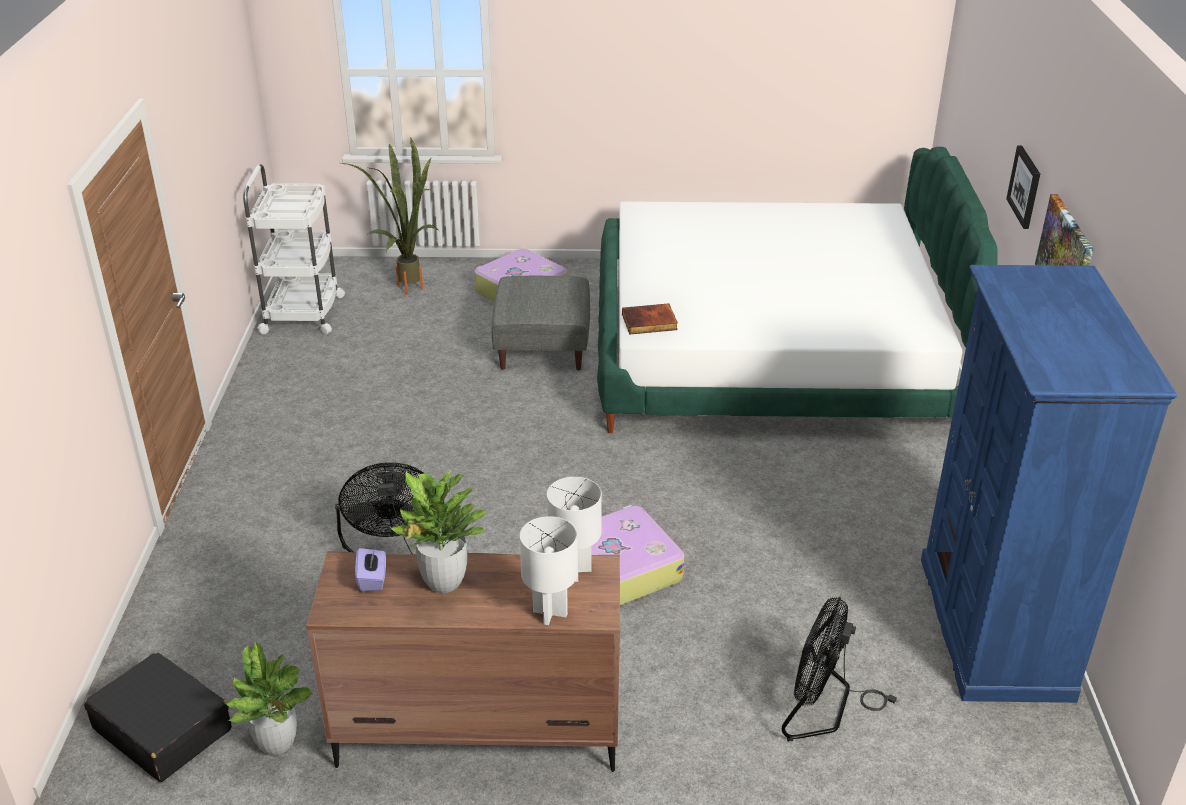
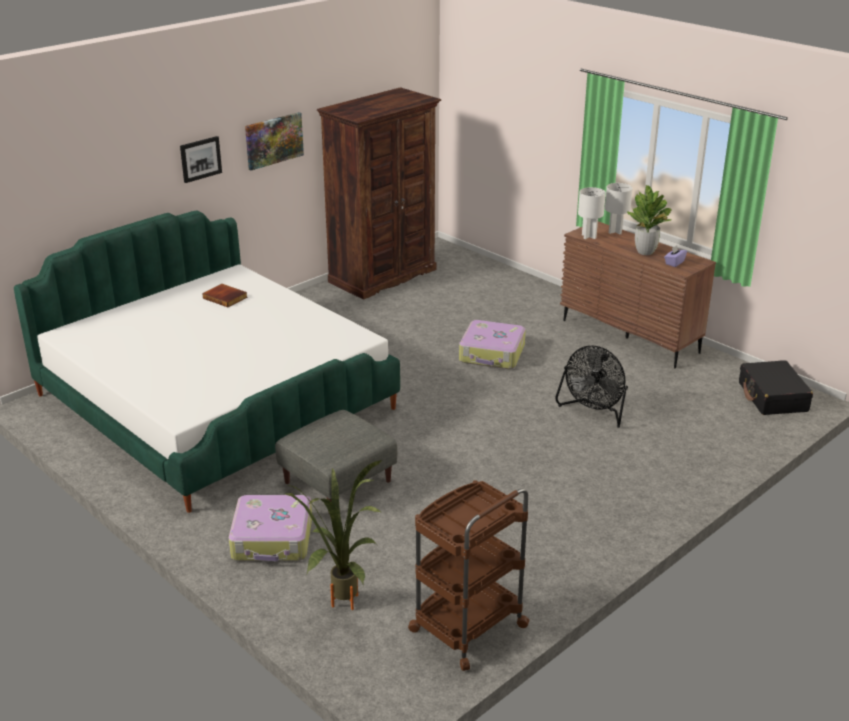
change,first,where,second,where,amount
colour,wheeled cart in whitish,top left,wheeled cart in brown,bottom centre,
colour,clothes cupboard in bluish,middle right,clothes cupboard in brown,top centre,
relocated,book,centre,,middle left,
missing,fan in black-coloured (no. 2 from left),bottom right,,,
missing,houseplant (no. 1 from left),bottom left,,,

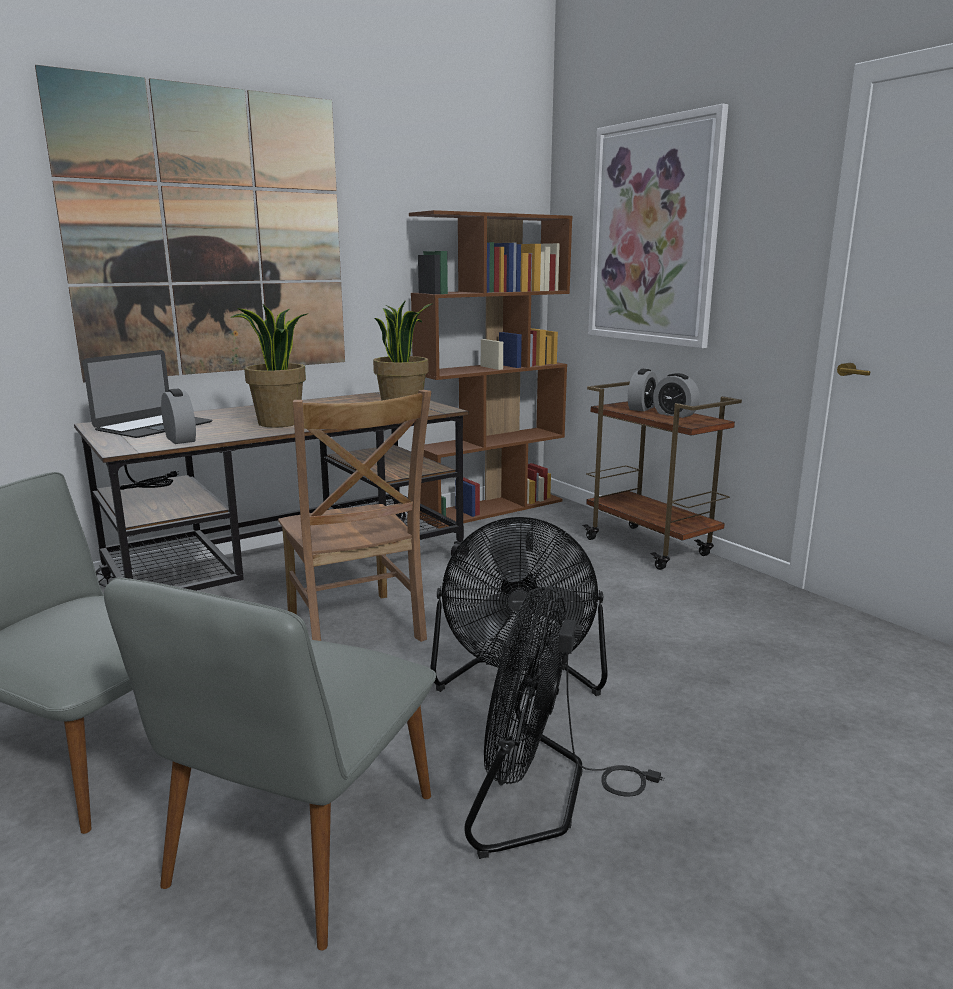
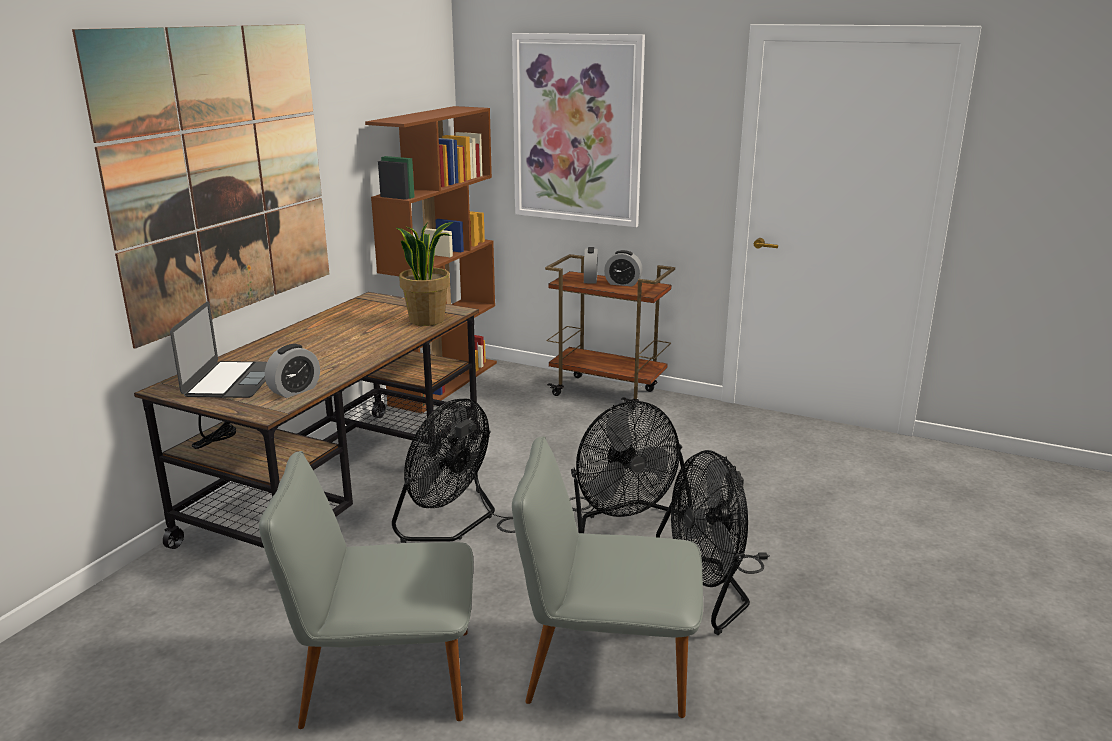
change,first,where,second,where,amount
missing,houseplant (no. 1 from left),middle left,,,
spun,bedside clock (no. 1 from left),middle left,,middle left,105 degrees clockwise
exchanged,upright chair in brown,centre,fan in black-coloured (no. 1 from left),centre,
spun,upright chair in greyish (no. 2 from left),bottom left,,bottom centre,105 degrees clockwise

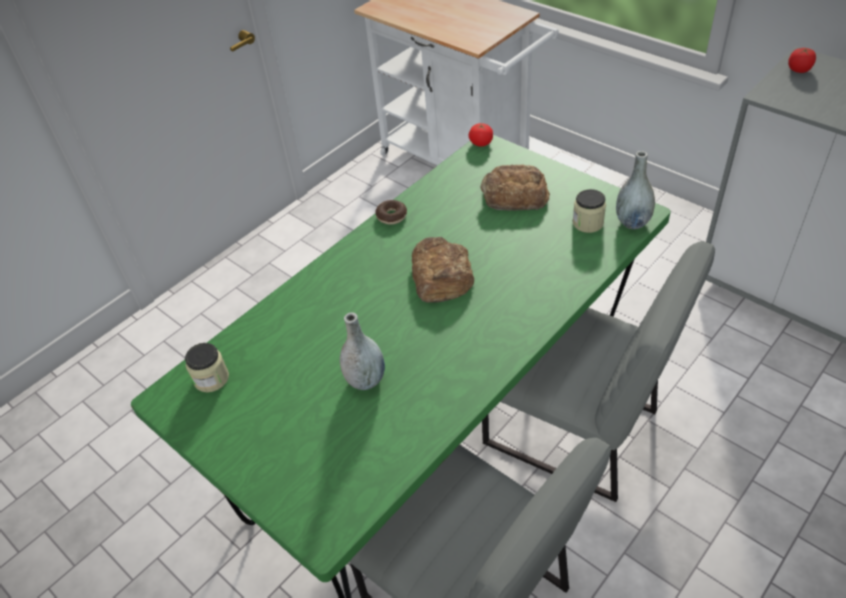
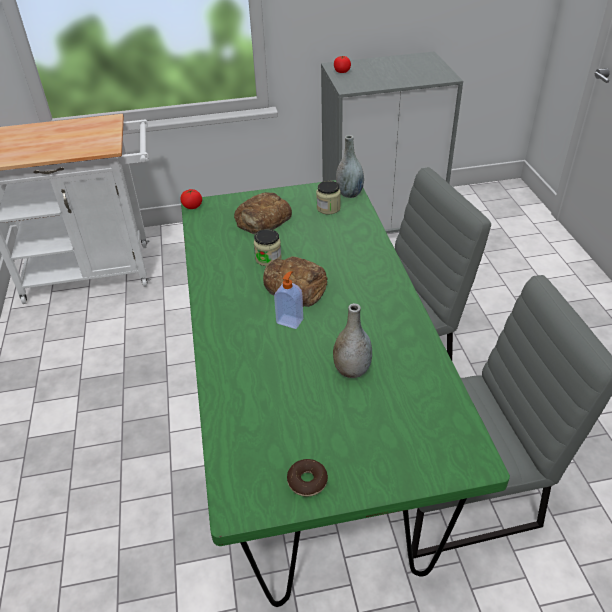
change,first,where,second,where,amount
relocated,doughnut,centre,,bottom centre,
relocated,preserve jar (no. 1 from left),middle left,,centre,
appeared,,,soap bottle,centre,

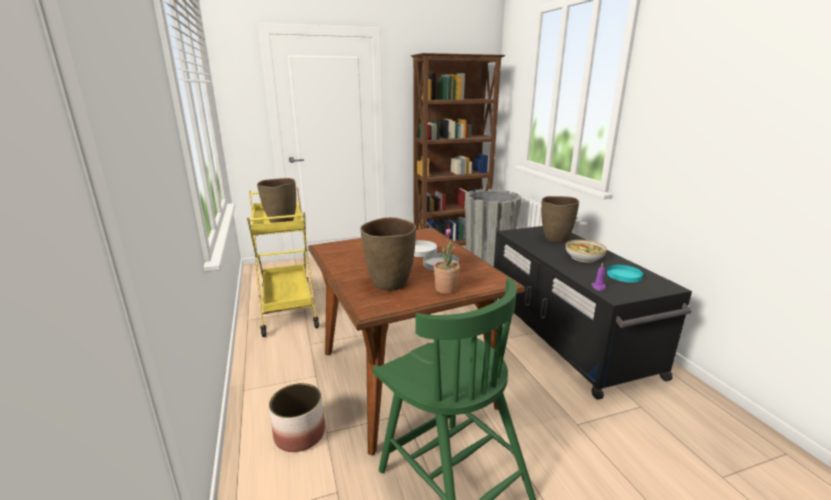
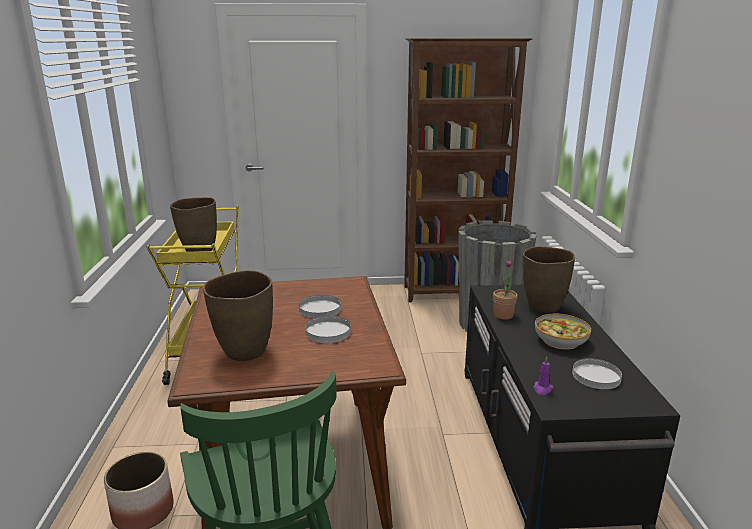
change,first,where,second,where,amount
relocated,houseplant,centre,,middle right,
colour,plate in turquoise,middle right,plate in whitish (no. 3 from left),bottom right,

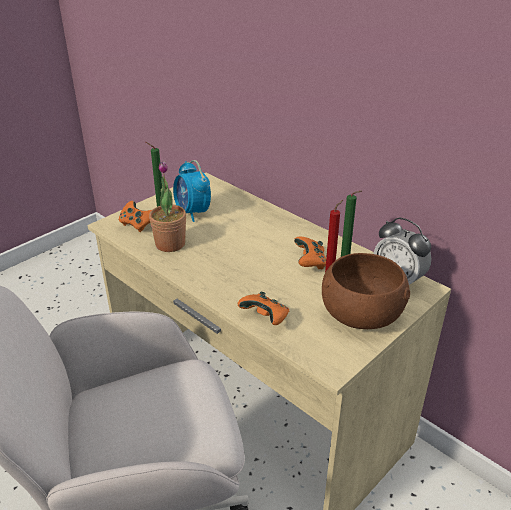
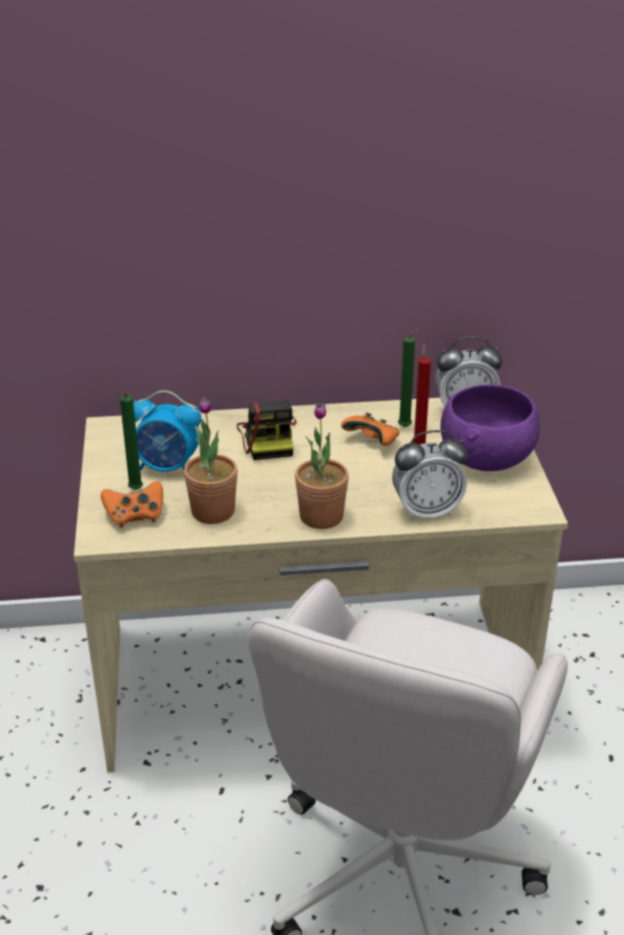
change,first,where,second,where,amount
colour,serving bowl in brown,middle right,serving bowl in purple,middle right,
exchanged,game controller in orange (no. 2 from left),centre,bedside clock (no. 2 from left),middle right,
appeared,,,photo camera,centre,
appeared,,,houseplant (no. 2 from left),centre,

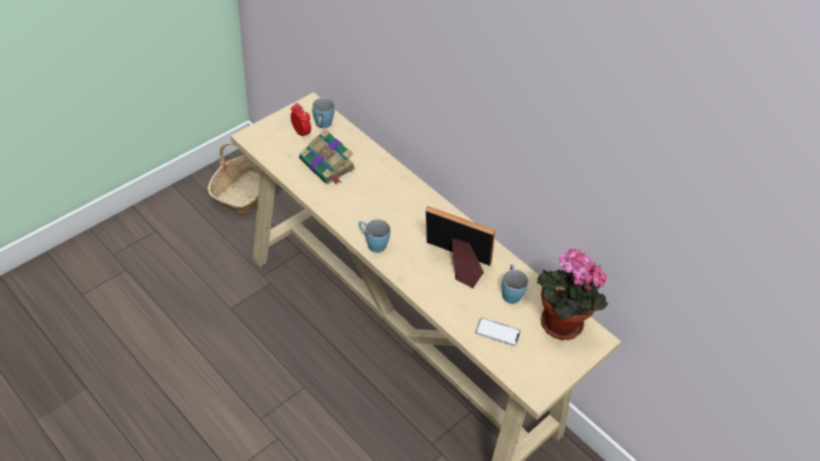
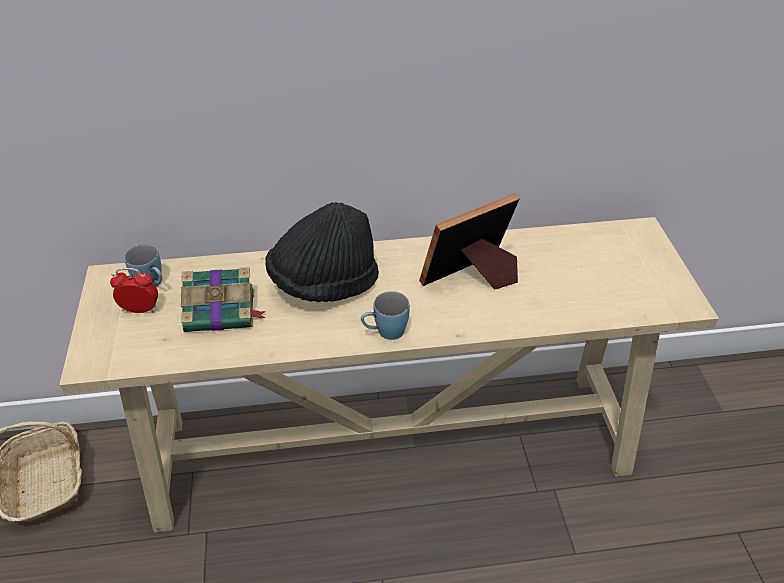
change,first,where,second,where,amount
missing,houseplant,middle right,,,
missing,mug in bluish (no. 3 from left),centre,,,
missing,phone,bottom centre,,,
appeared,,,hat in black-coloured,centre,

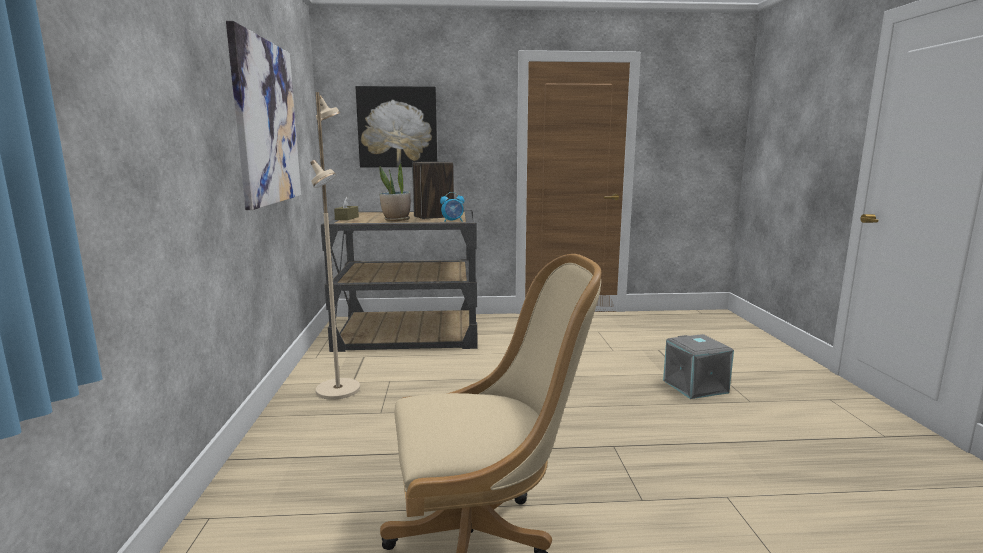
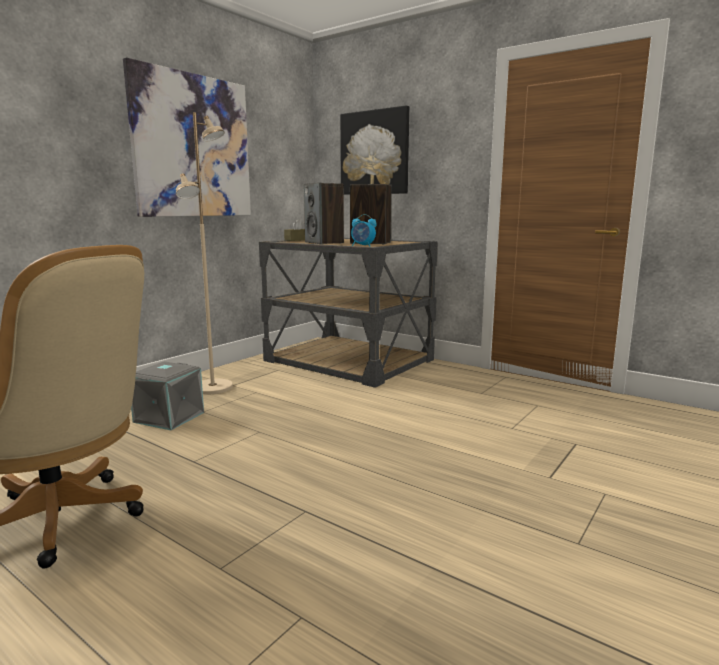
change,first,where,second,where,amount
exchanged,houseplant,centre,loudspeaker (no. 1 from left),top centre,
relocated,storage bin in greyish,middle right,,middle left,

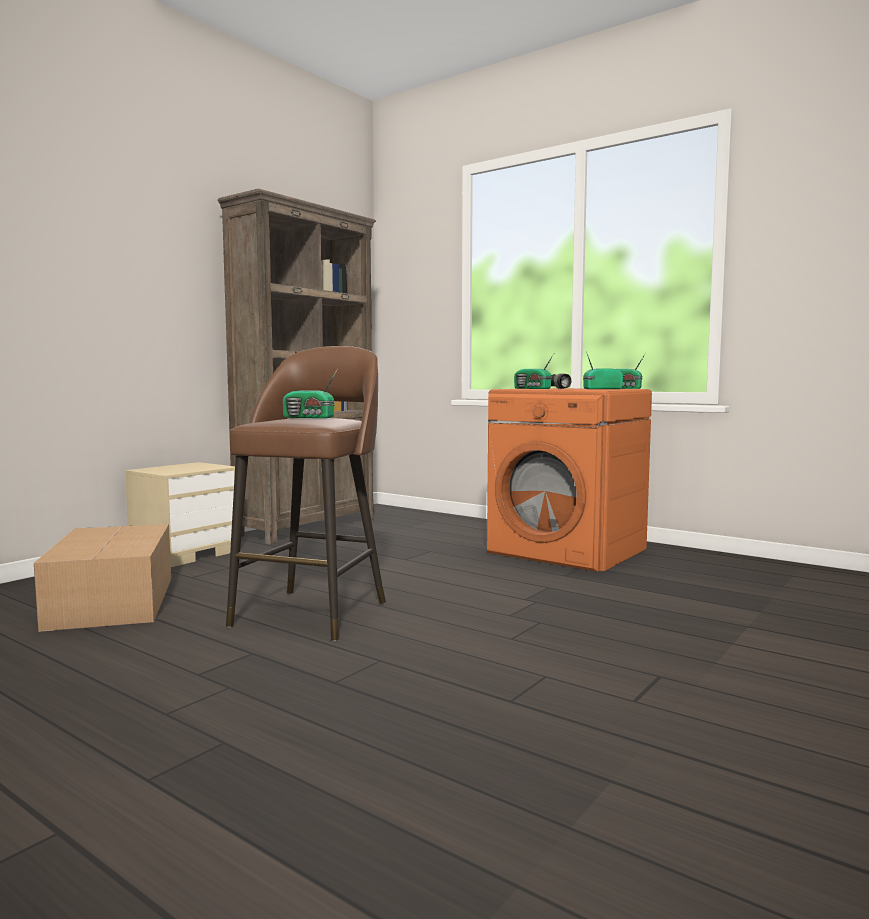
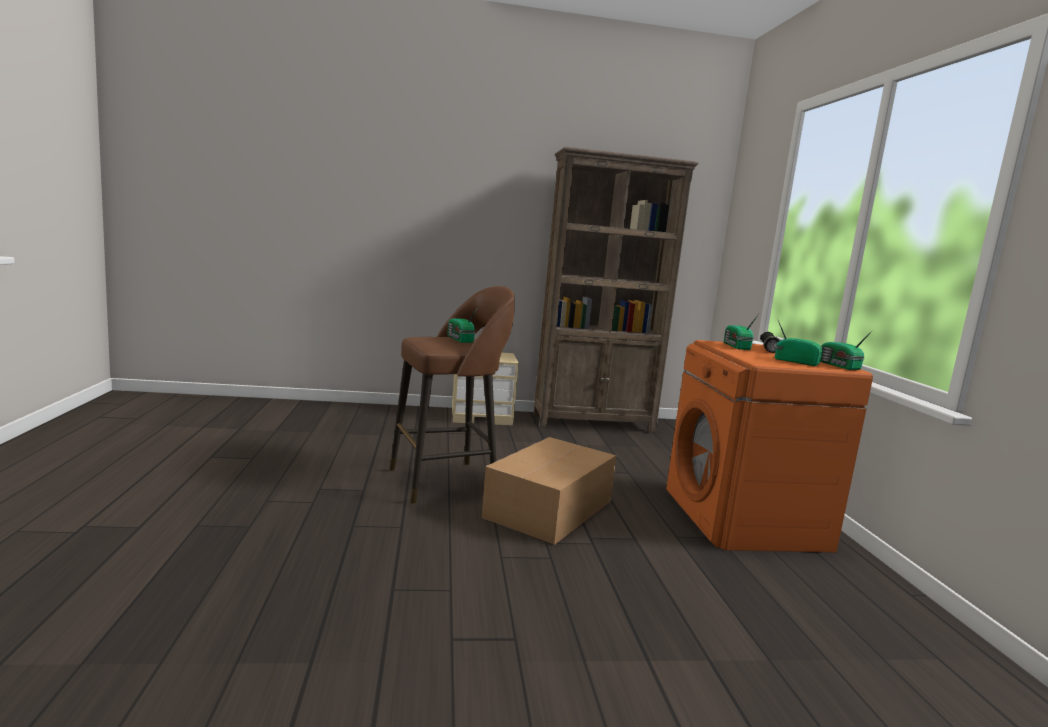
change,first,where,second,where,amount
relocated,carton,middle left,,bottom centre,

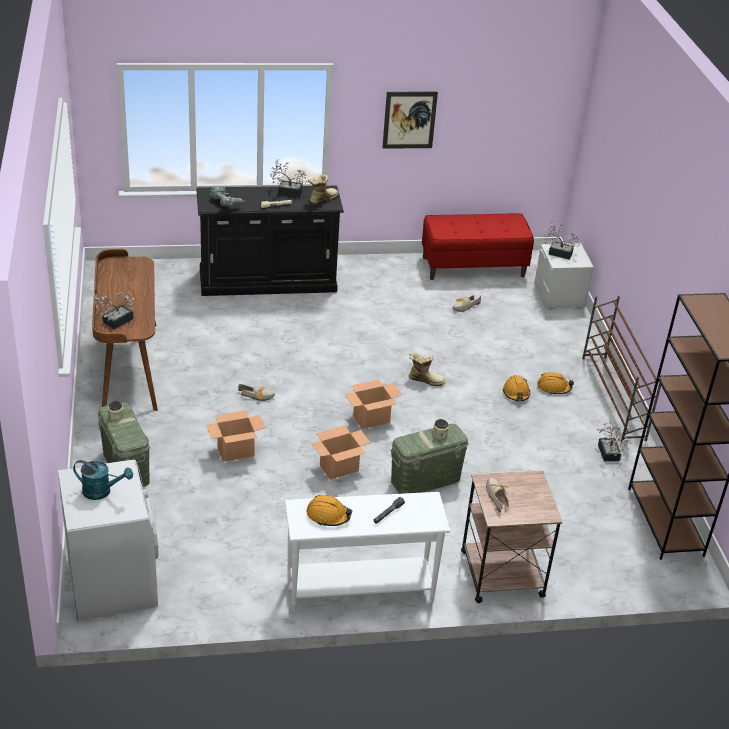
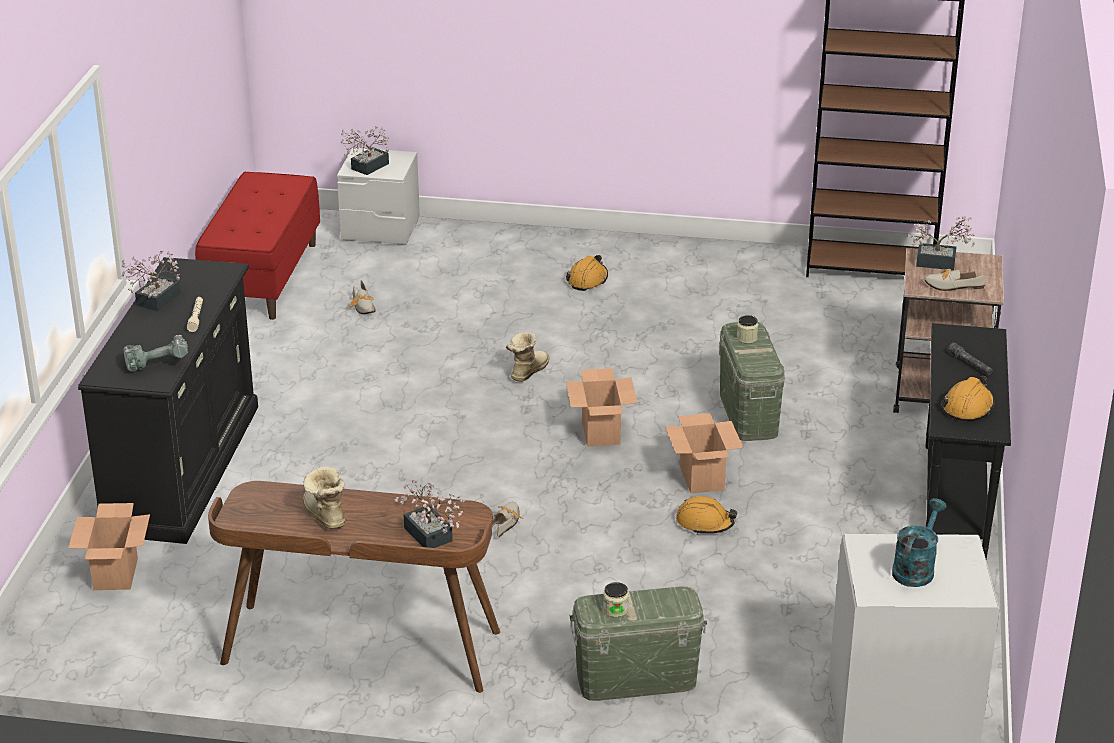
change,first,where,second,where,amount
missing,wall art,top centre,,,
relocated,boot (no. 1 from left),top centre,,bottom left,
missing,shoe shelf in brown,middle right,,,
relocated,hard hat in orange (no. 2 from left),middle right,,bottom centre,
relocated,carton (no. 1 from left),middle left,,bottom left,
relocated,houseplant (no. 4 from left),middle right,,top right,
colour,narrow table in whitish,bottom centre,narrow table in black-coloured,middle right,

